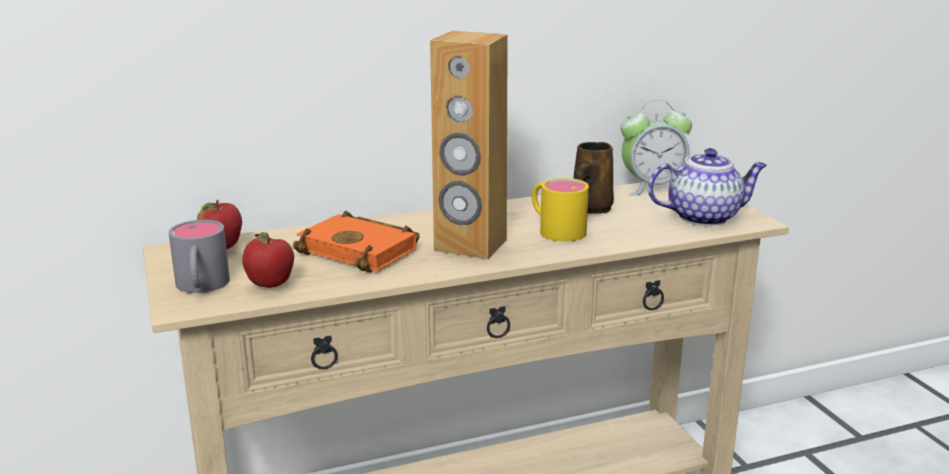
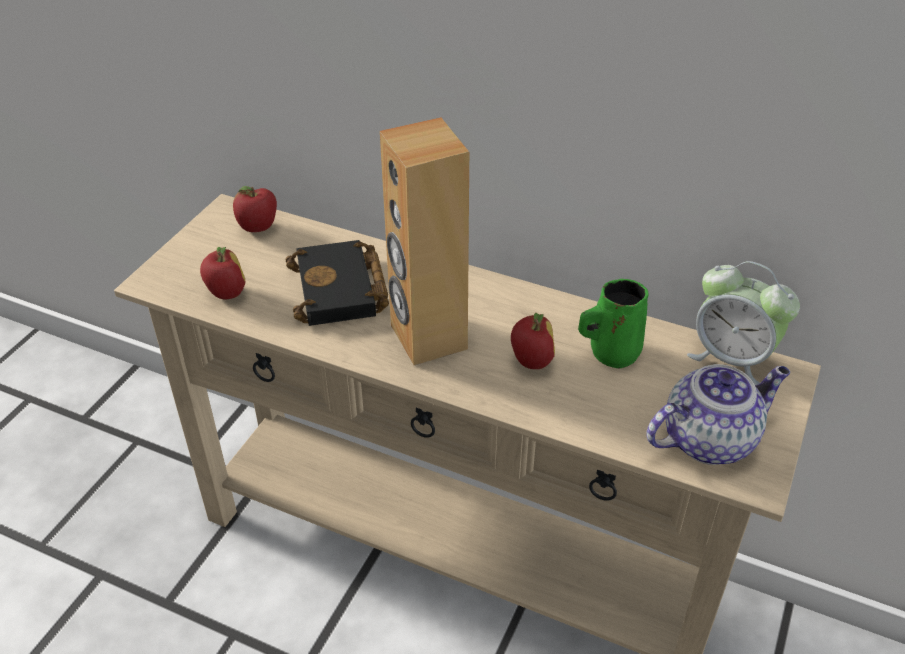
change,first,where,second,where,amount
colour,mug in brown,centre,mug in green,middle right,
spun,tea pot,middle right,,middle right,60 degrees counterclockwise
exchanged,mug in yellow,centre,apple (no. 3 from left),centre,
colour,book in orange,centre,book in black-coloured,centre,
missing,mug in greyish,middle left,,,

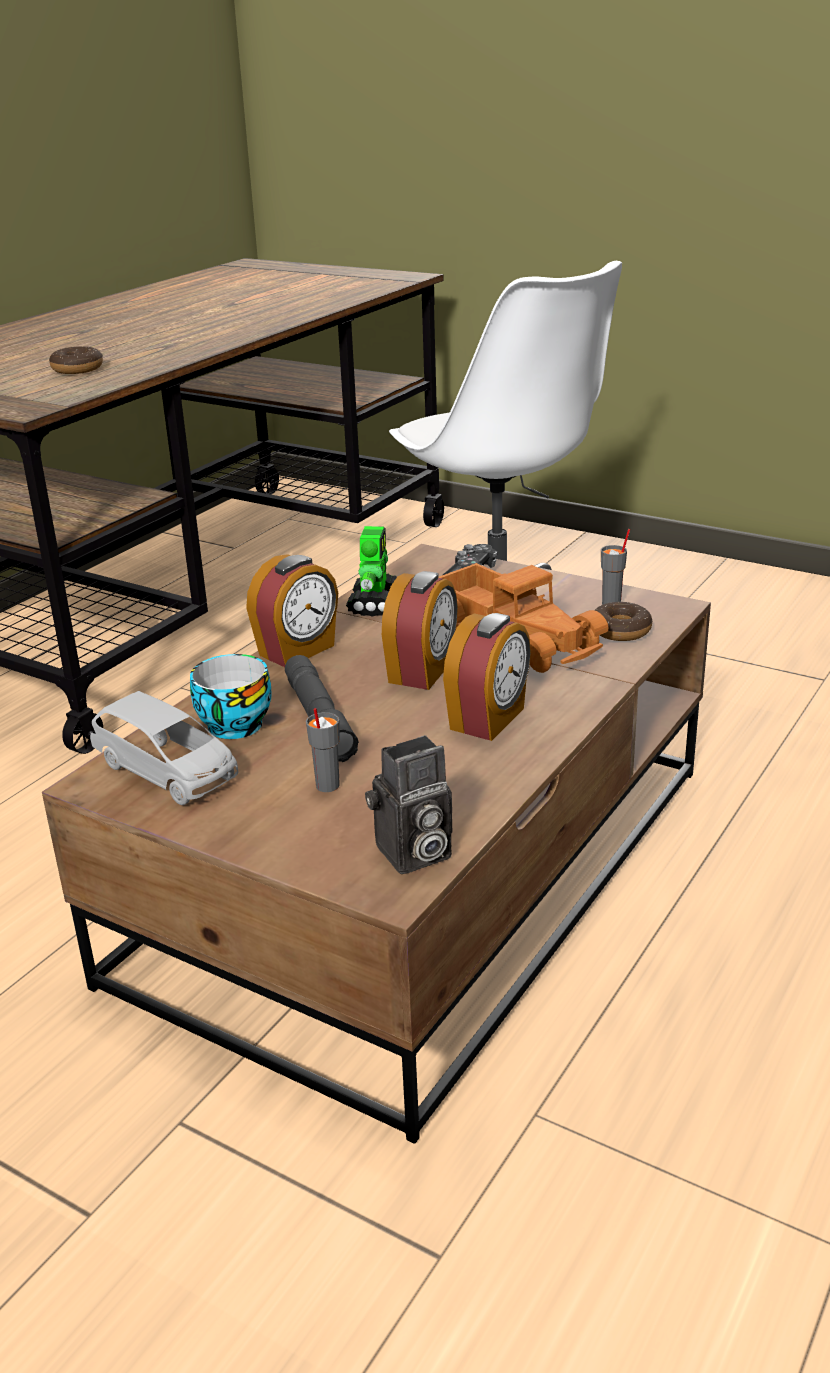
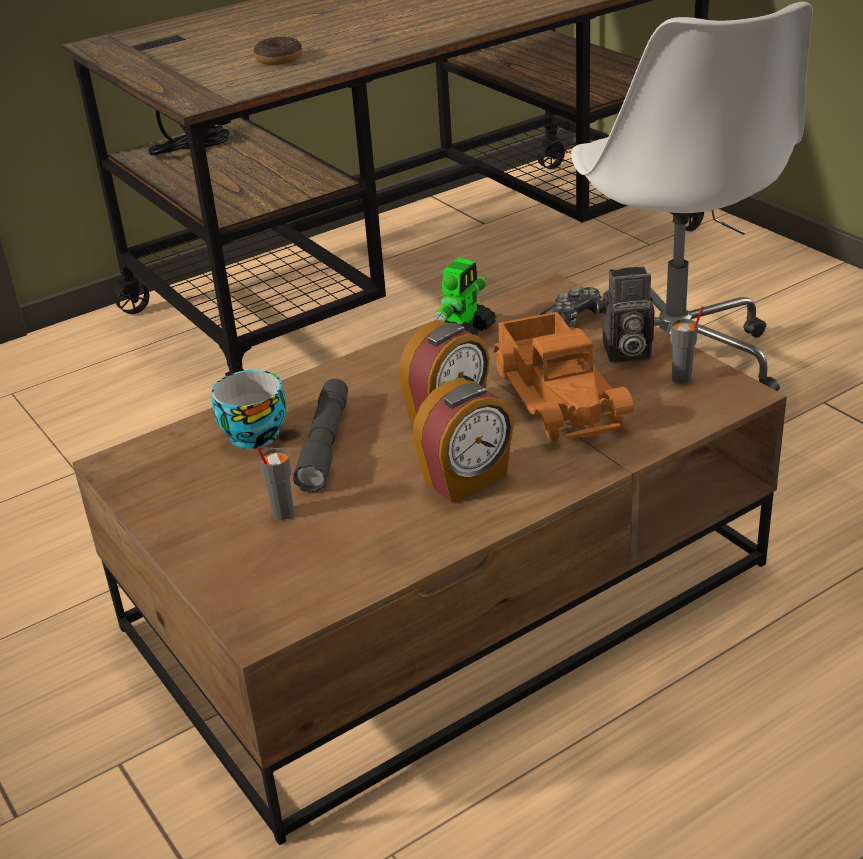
change,first,where,second,where,amount
missing,bedside clock (no. 1 from left),centre,,,
missing,doughnut (no. 2 from left),middle right,,,
missing,model car in greyish,middle left,,,
relocated,photo camera,centre,,middle right,

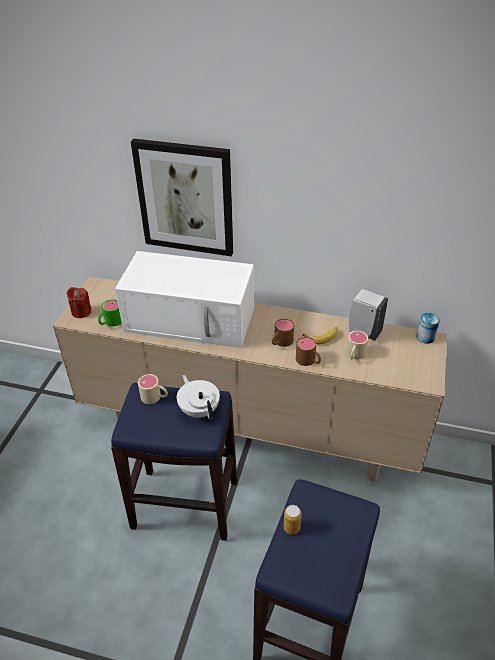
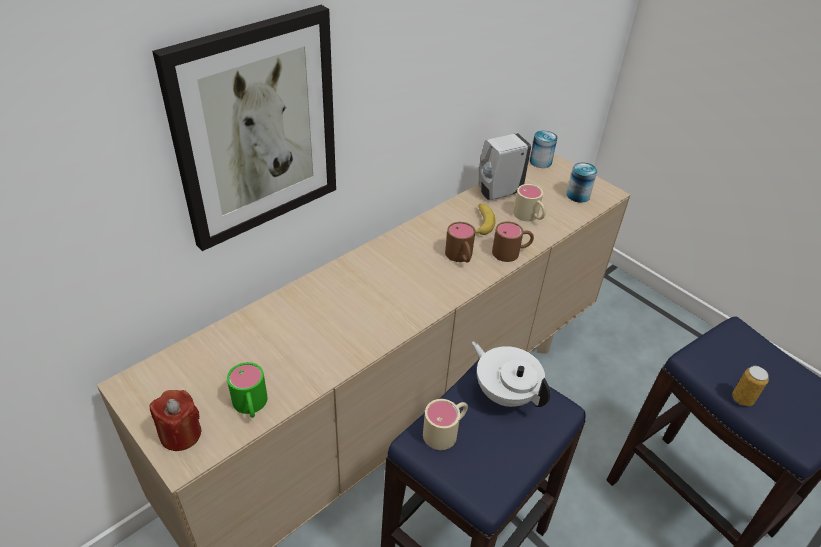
change,first,where,second,where,amount
missing,microwave oven in whitish,centre,,,
spun,tea pot in whitish,centre,,bottom centre,45 degrees clockwise
appeared,,,can (no. 2 from left),top right,

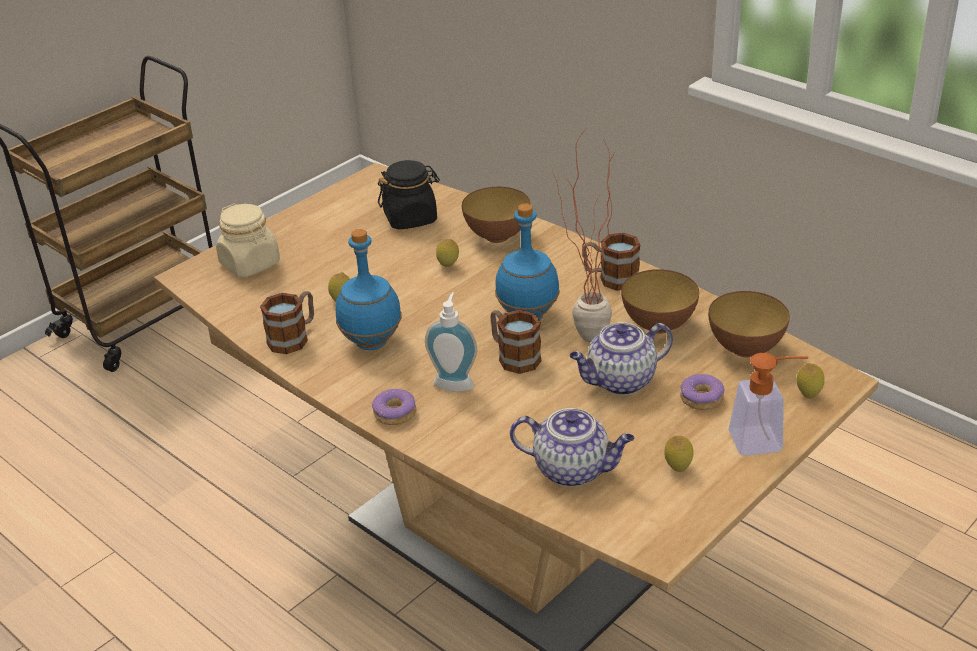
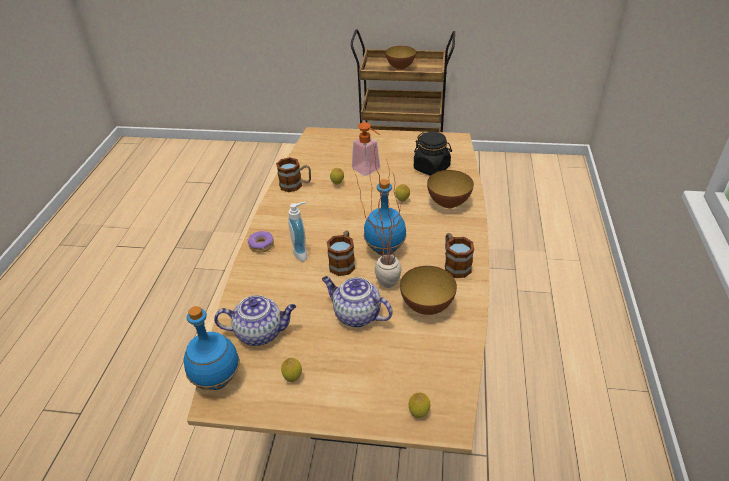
change,first,where,second,where,amount
missing,preserve jar in sand-coloured,middle left,,,
relocated,bottle in bluish (no. 1 from left),centre,,bottom left,
relocated,serving bowl (no. 3 from left in the first image),middle right,serving bowl (no. 1 from left),top centre,
relocated,soap bottle (no. 2 from left),middle right,,top centre,
missing,doughnut (no. 2 from left),middle right,,,
spun,tea pot (no. 1 from left),bottom centre,,centre,75 degrees counterclockwise

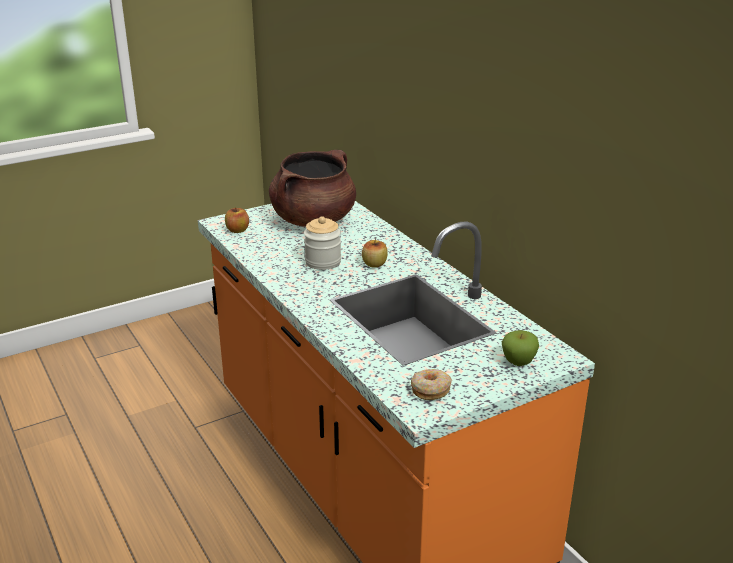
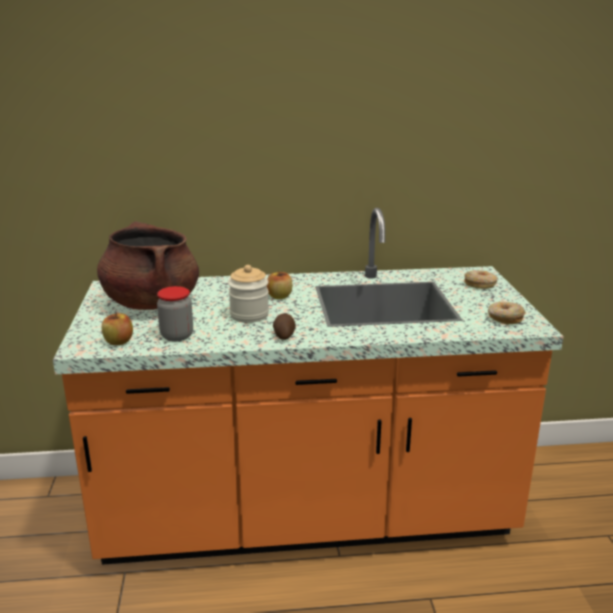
change,first,where,second,where,amount
exchanged,apple (no. 3 from left),middle right,doughnut (no. 1 from left),middle right,
appeared,,,preserve jar (no. 1 from left),middle left,
appeared,,,whole potato,centre,

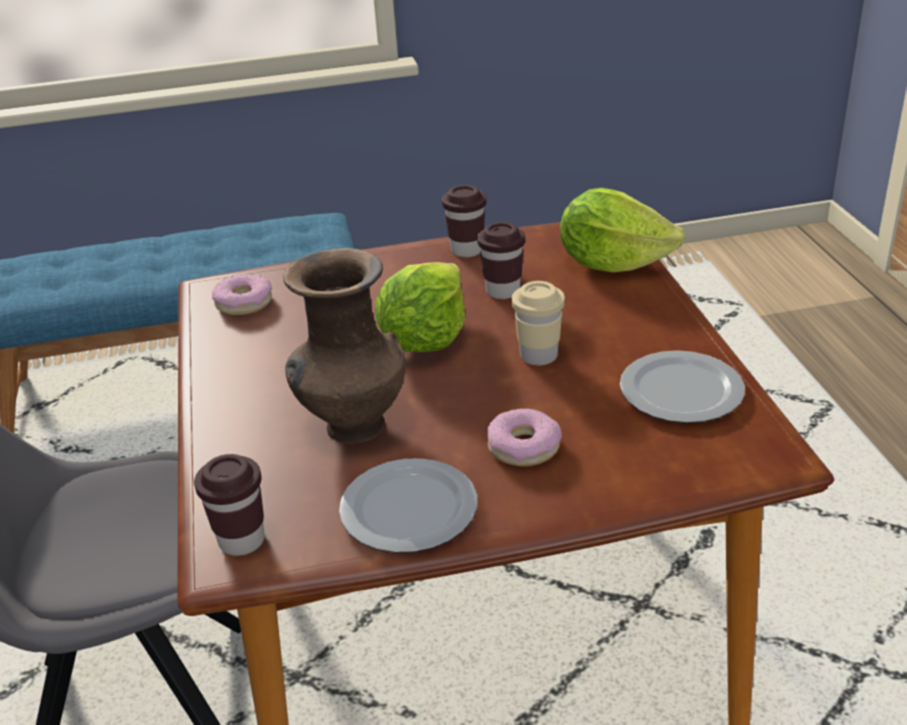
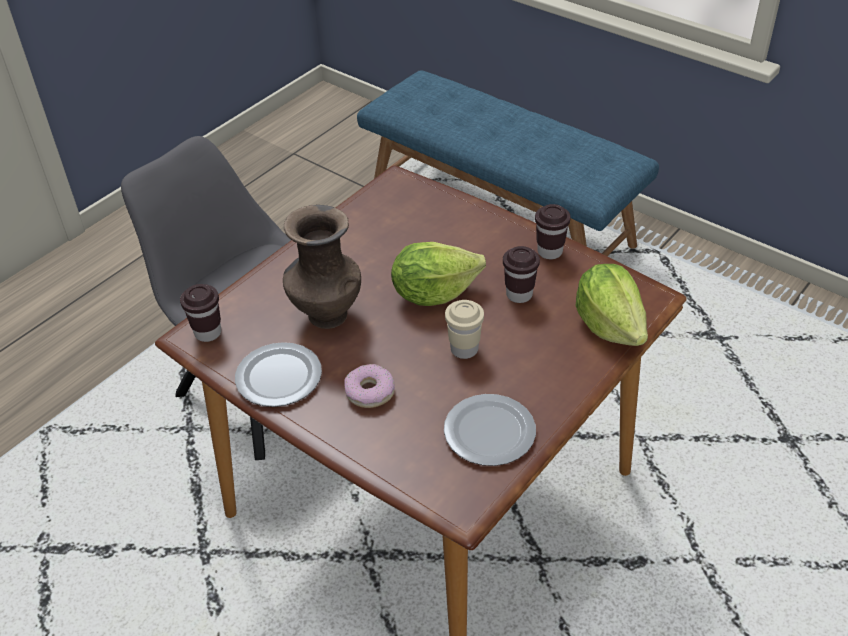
change,first,where,second,where,amount
missing,doughnut (no. 1 from left),middle left,,,

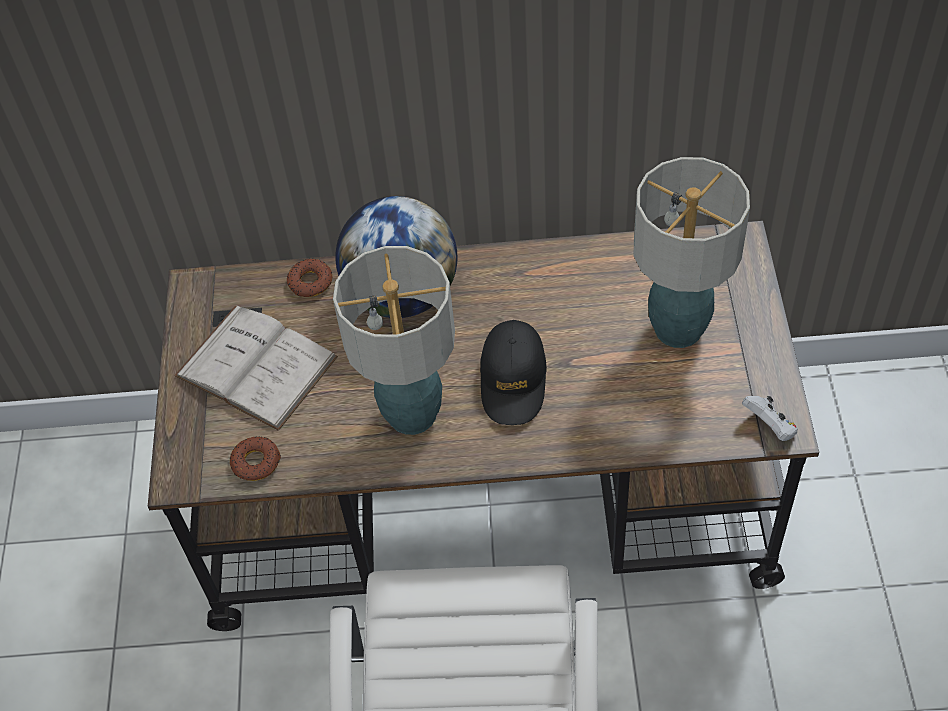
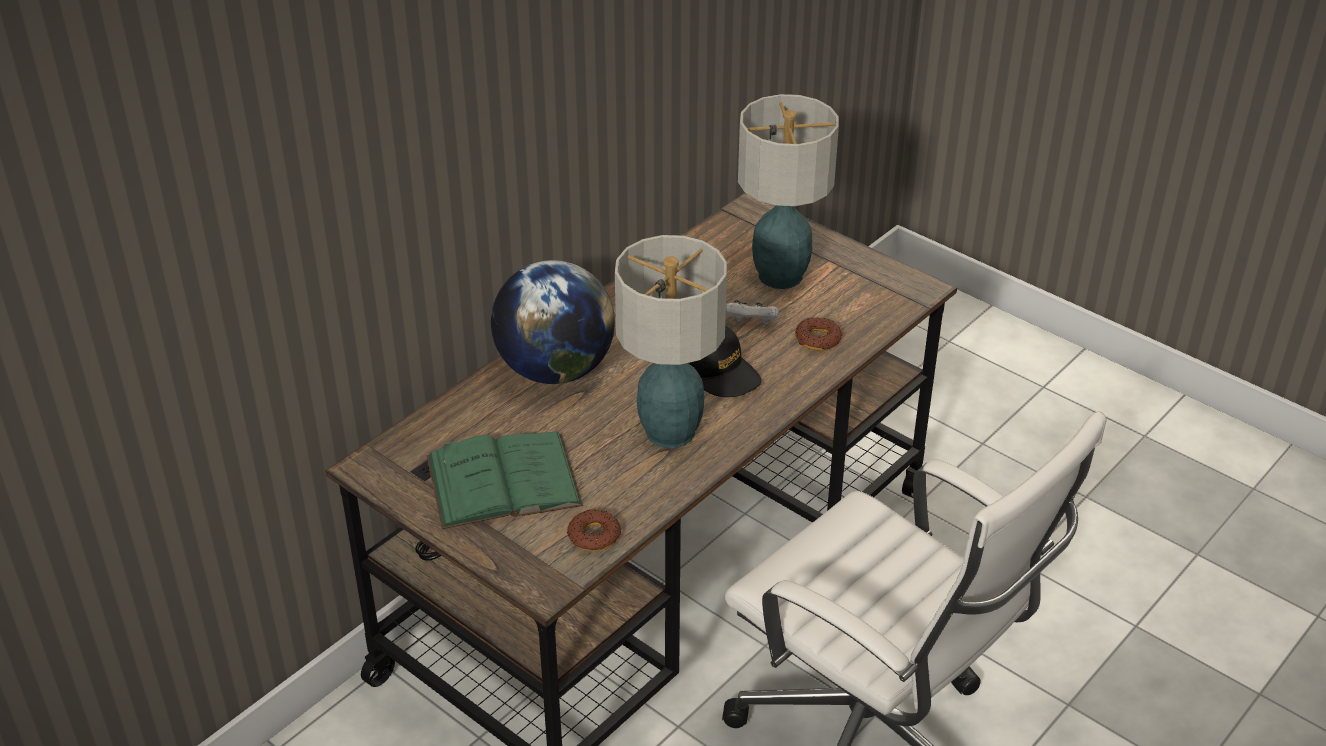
change,first,where,second,where,amount
relocated,doughnut (no. 2 from left),middle left,,centre,
colour,book in whitish,middle left,book in green,centre,
relocated,game controller in whitish,middle right,,centre,

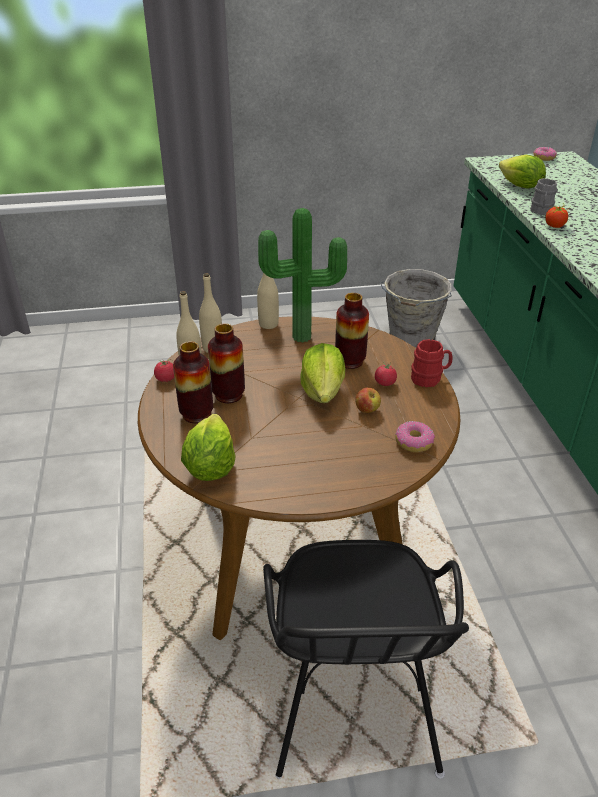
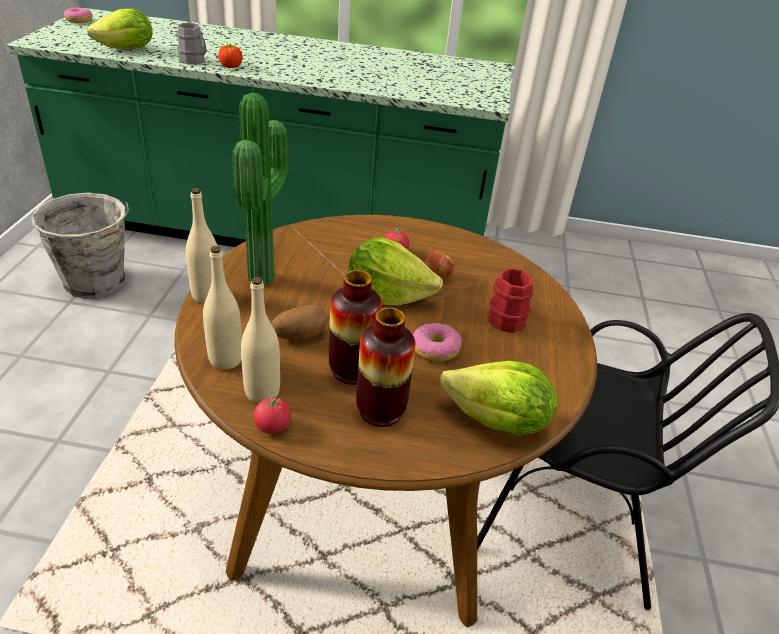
change,first,where,second,where,amount
missing,flower vase (no. 3 from left),centre,,,
relocated,mug in red,middle right,,centre,
relocated,doughnut (no. 1 from left in the first image),middle right,doughnut (no. 2 from left),centre,
appeared,,,whole potato,centre,

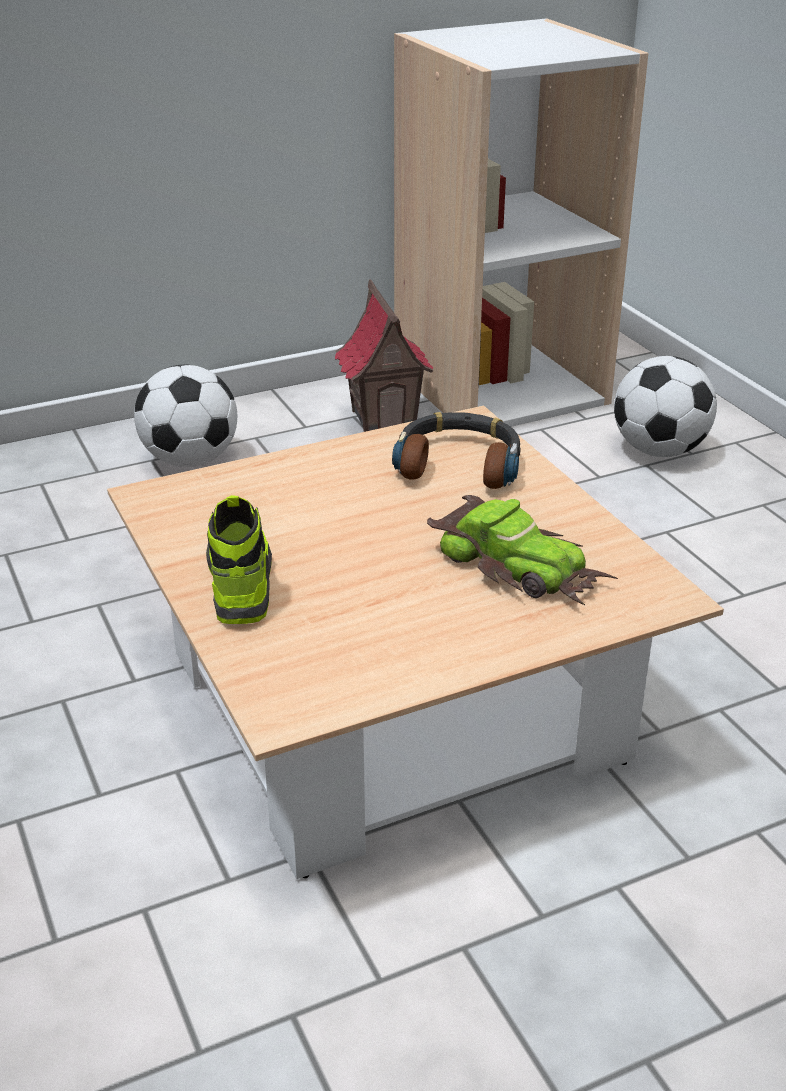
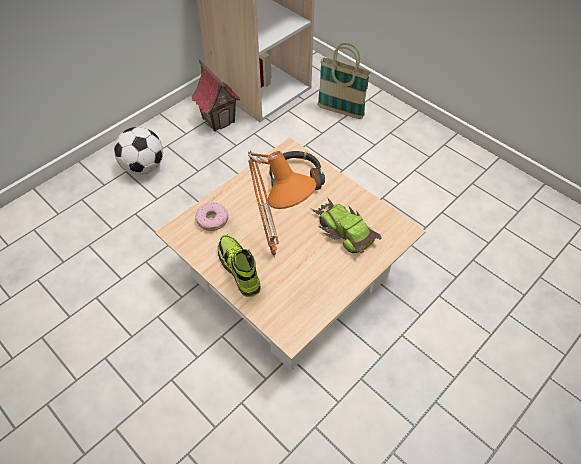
change,first,where,second,where,amount
exchanged,ball for football (no. 2 from left),middle right,basket,top centre,
spun,model car,centre,,centre,150 degrees counterclockwise
appeared,,,tabletop lamp in orange,centre,
appeared,,,doughnut,centre,

